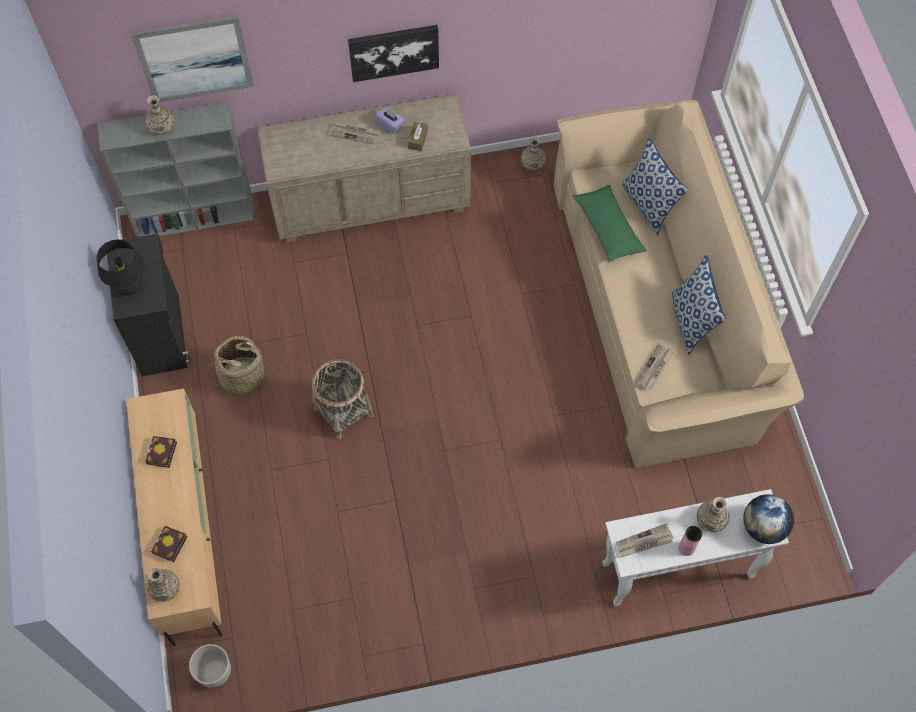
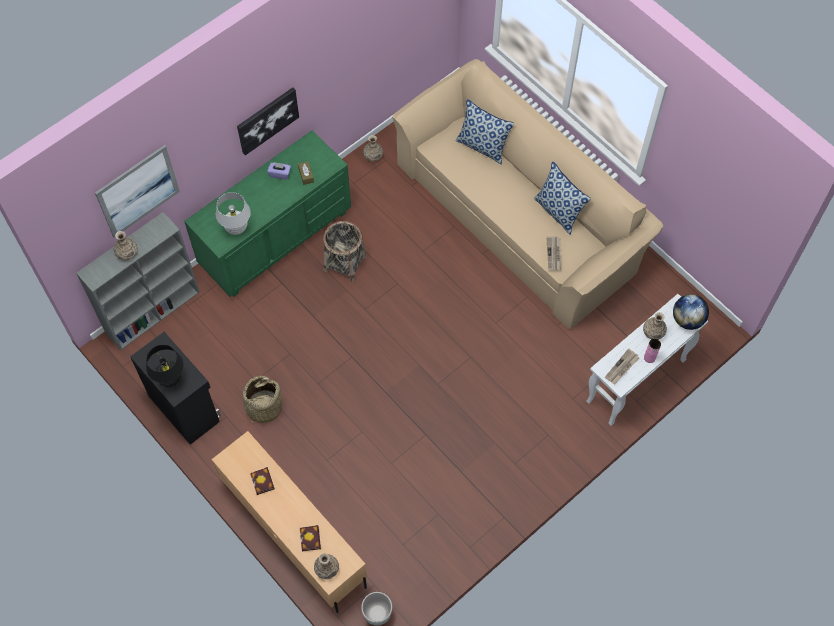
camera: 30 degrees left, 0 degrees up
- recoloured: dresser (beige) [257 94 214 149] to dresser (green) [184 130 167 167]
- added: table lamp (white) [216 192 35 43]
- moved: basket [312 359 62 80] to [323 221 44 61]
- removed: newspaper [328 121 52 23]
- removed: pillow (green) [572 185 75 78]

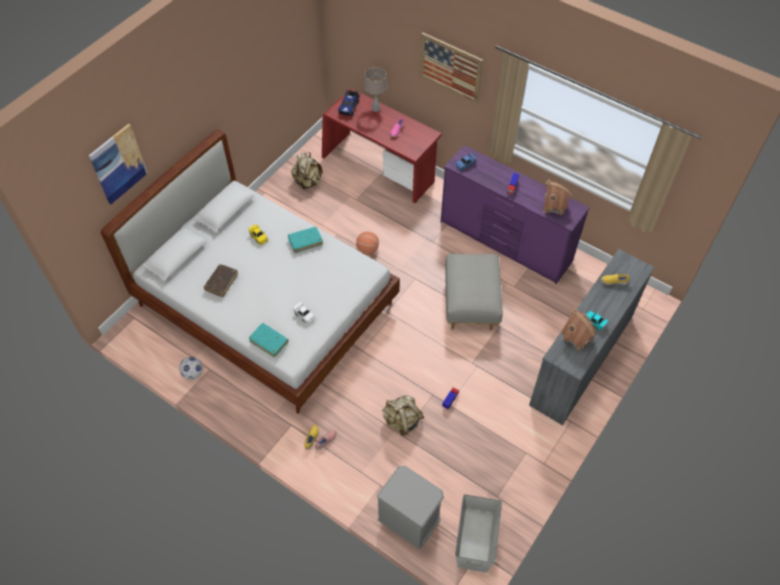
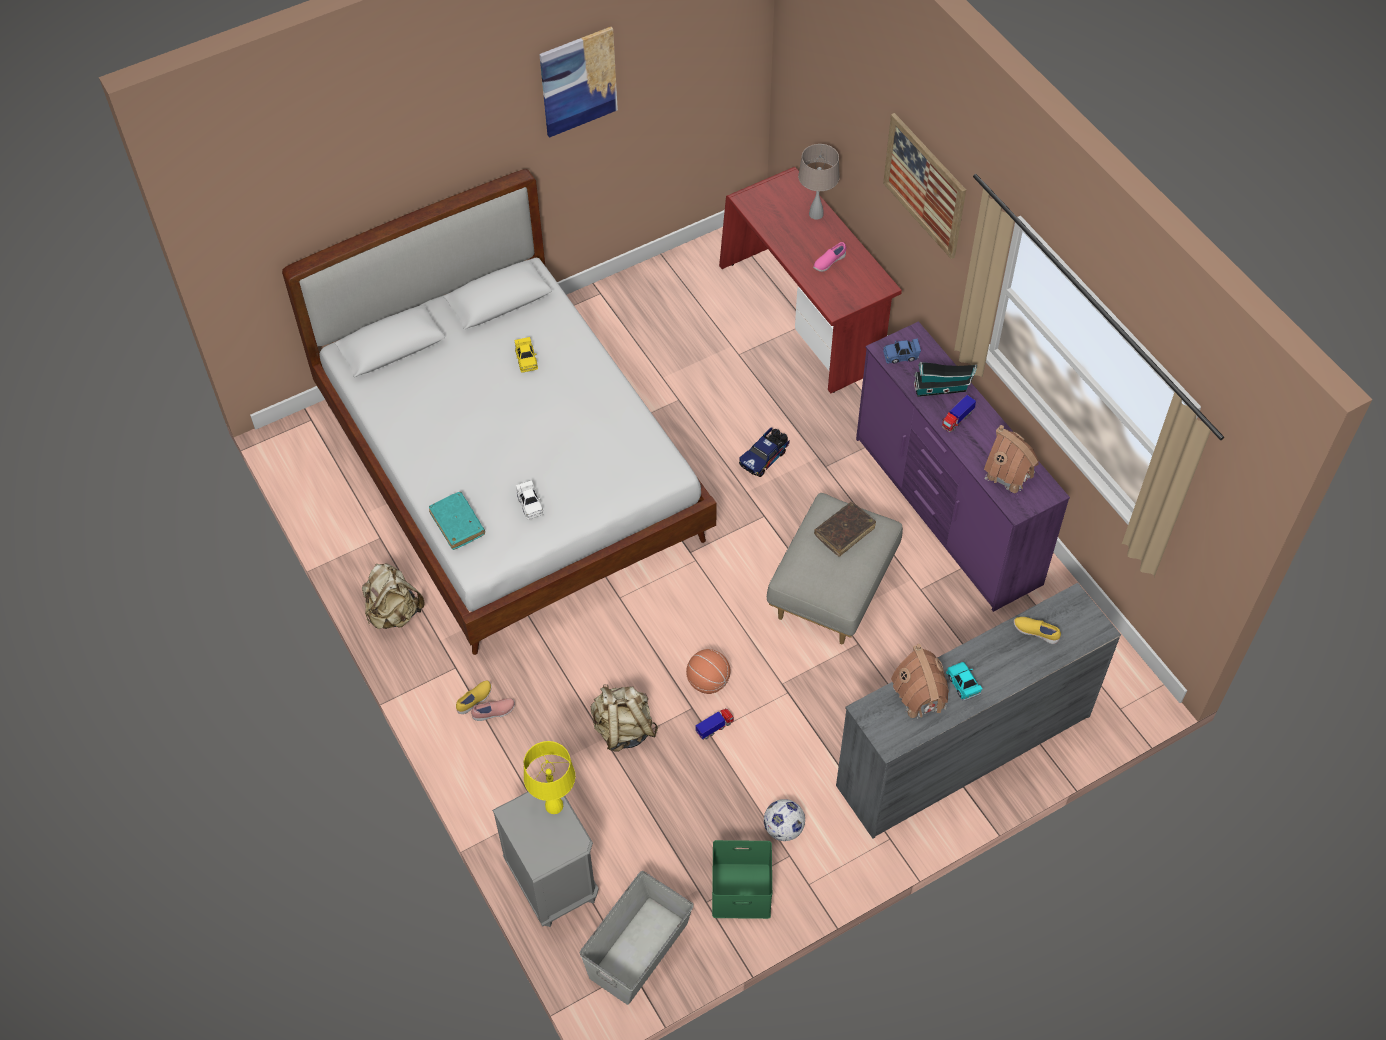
camera: 25 degrees right, 0 degrees up
- moved: backpack (beige) [291 152 32 38] to [362 564 63 65]
- added: table lamp (yellow) [524 741 51 73]
- moved: picture [89 124 59 80] to [539 27 79 111]
- moved: basketball [356 232 23 23] to [686 649 45 45]
- added: storage box (green) [712 840 60 79]
- moved: toy truck [338 90 22 26] to [739 428 51 49]
- moved: football [179 357 24 23] to [764 799 41 42]
- moved: book (brown) [204 264 34 33] to [814 502 62 54]
- added: toy house [914 362 63 35]
- removed: book (turquoise) [288 227 35 26]

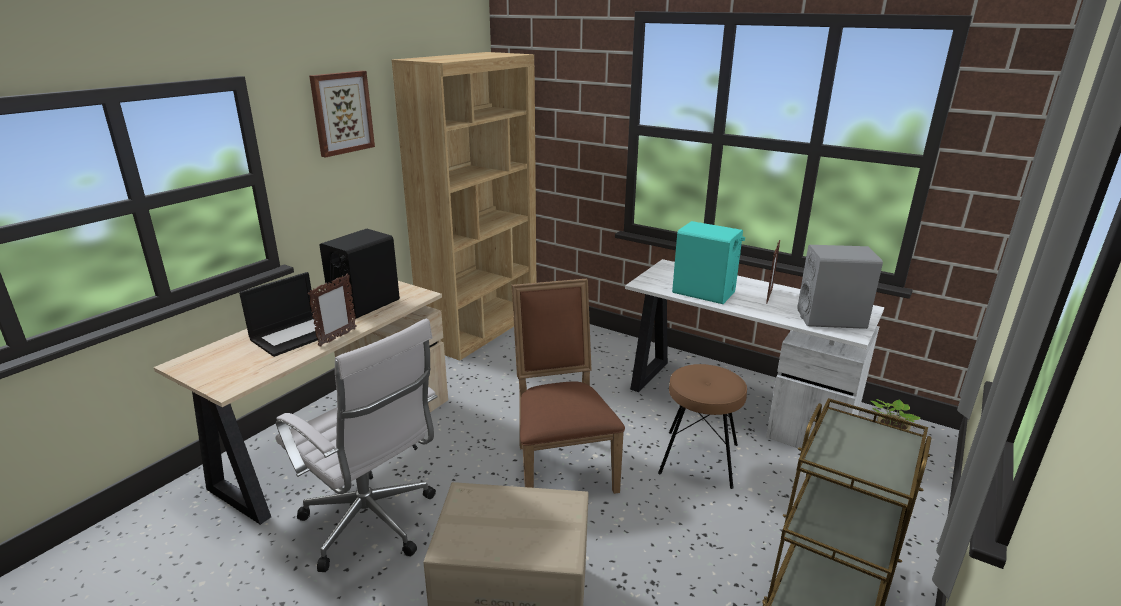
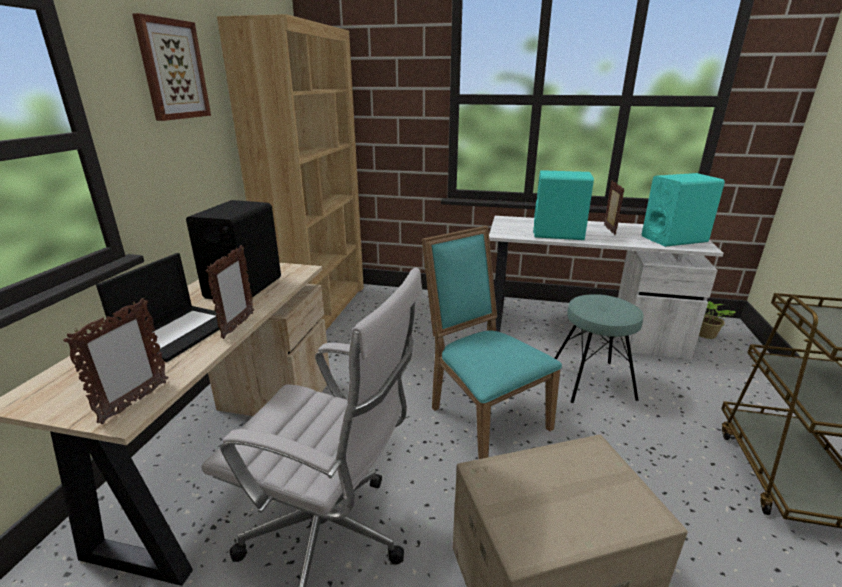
camera: 20 degrees left, 0 degrees up
- added: picture frame [63 298 106 126]
- recoloured: chair (brown) [512 279 113 215] to chair (turquoise) [422 226 140 233]
- recoloured: stool (brown) [658 364 89 125] to stool (turquoise) [555 294 89 109]
- recoloured: speaker (grey) [797 245 86 84] to speaker (turquoise) [642 173 83 74]

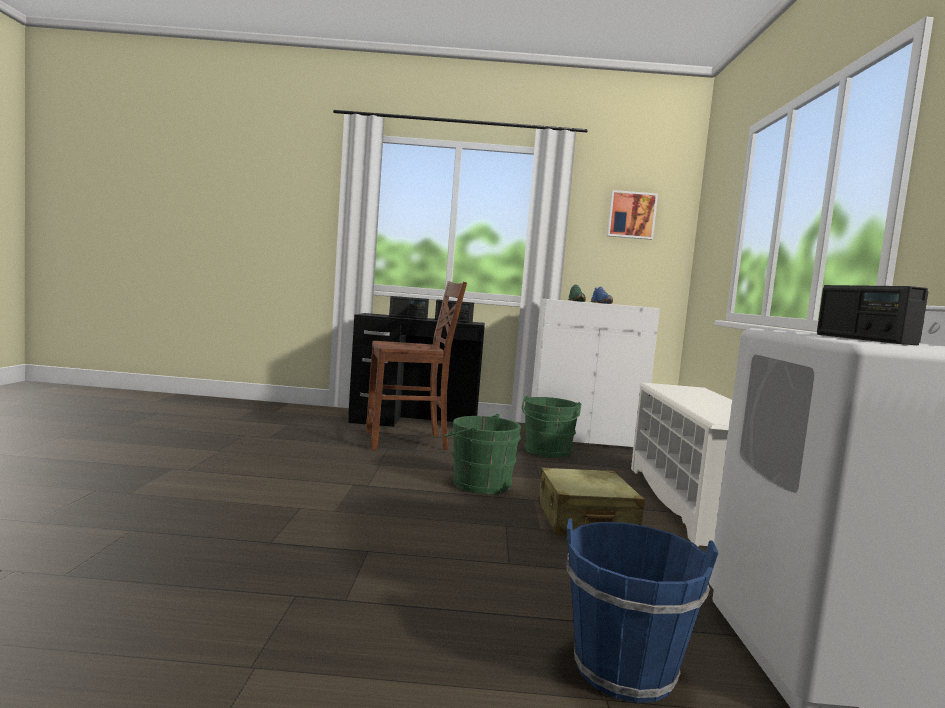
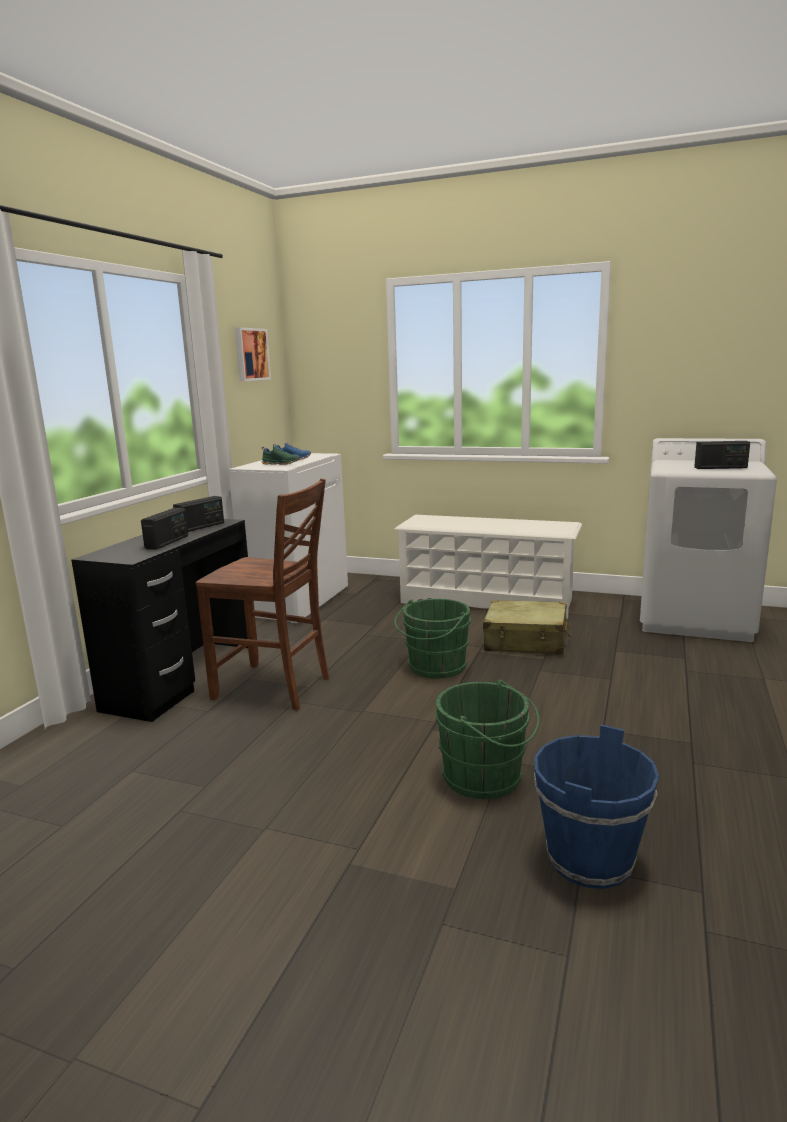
camera: 70 degrees left, 10 degrees up
- turned: chair (brown) [366 281 101 169] = [196 479 133 232] 105 degrees clockwise
- moved: bucket (green) [522 396 59 62] to [435 679 104 120]
- moved: bucket (blue) [566 518 152 185] to [534 724 125 165]

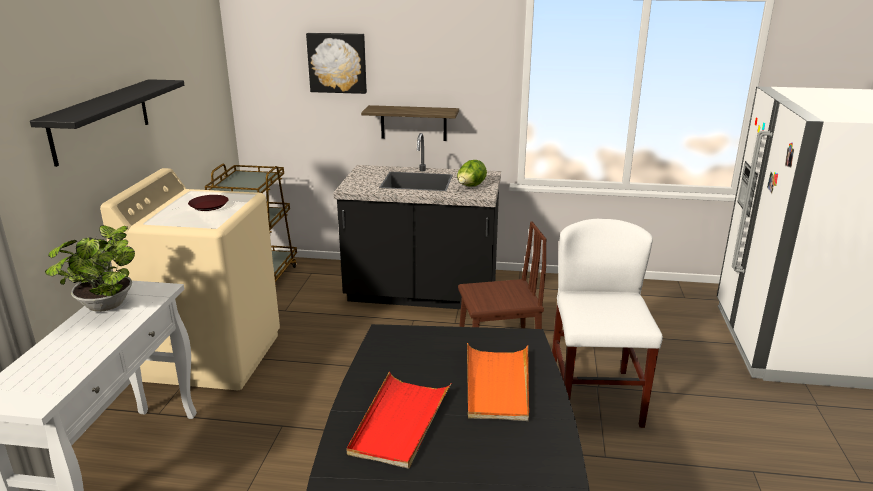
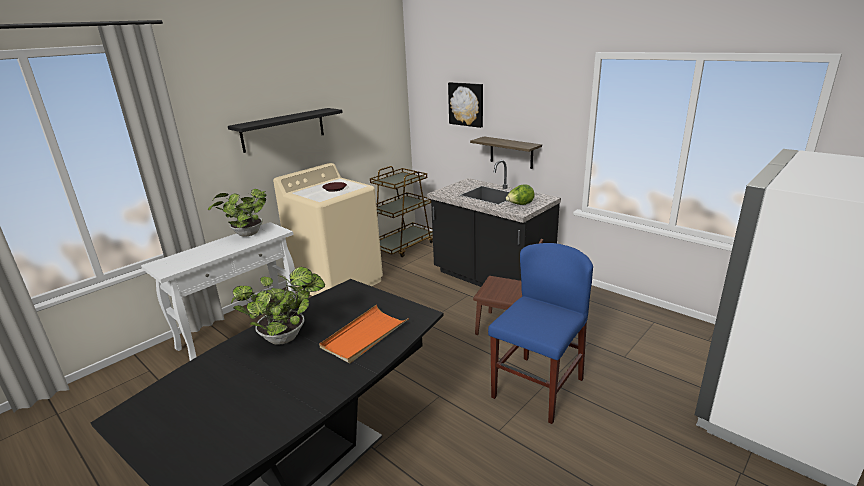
camera: 35 degrees right, 0 degrees up
- replaced: tray (red) [346 372 105 97] to potted plant [231 267 94 78]
- recoloured: chair (white) [552 219 111 209] to chair (blue) [488 243 105 181]

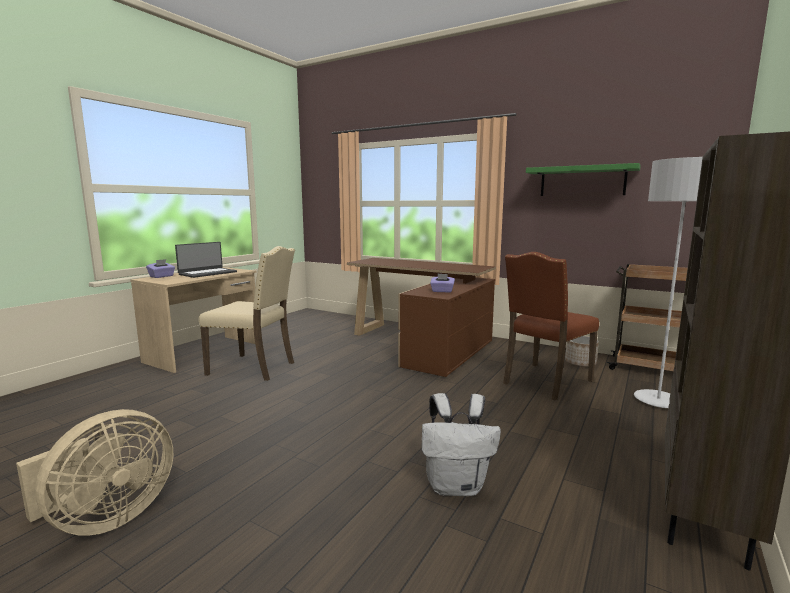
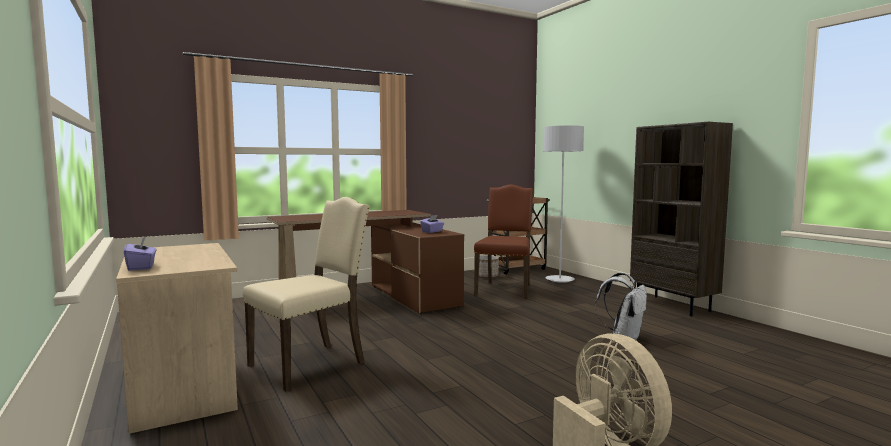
camera: 60 degrees left, 5 degrees down
- turned: chair (brown) [503 252 96 148] = [474 184 59 115] 150 degrees counterclockwise
- removed: laptop [175 242 62 36]
- removed: shelf (green) [526 163 115 33]

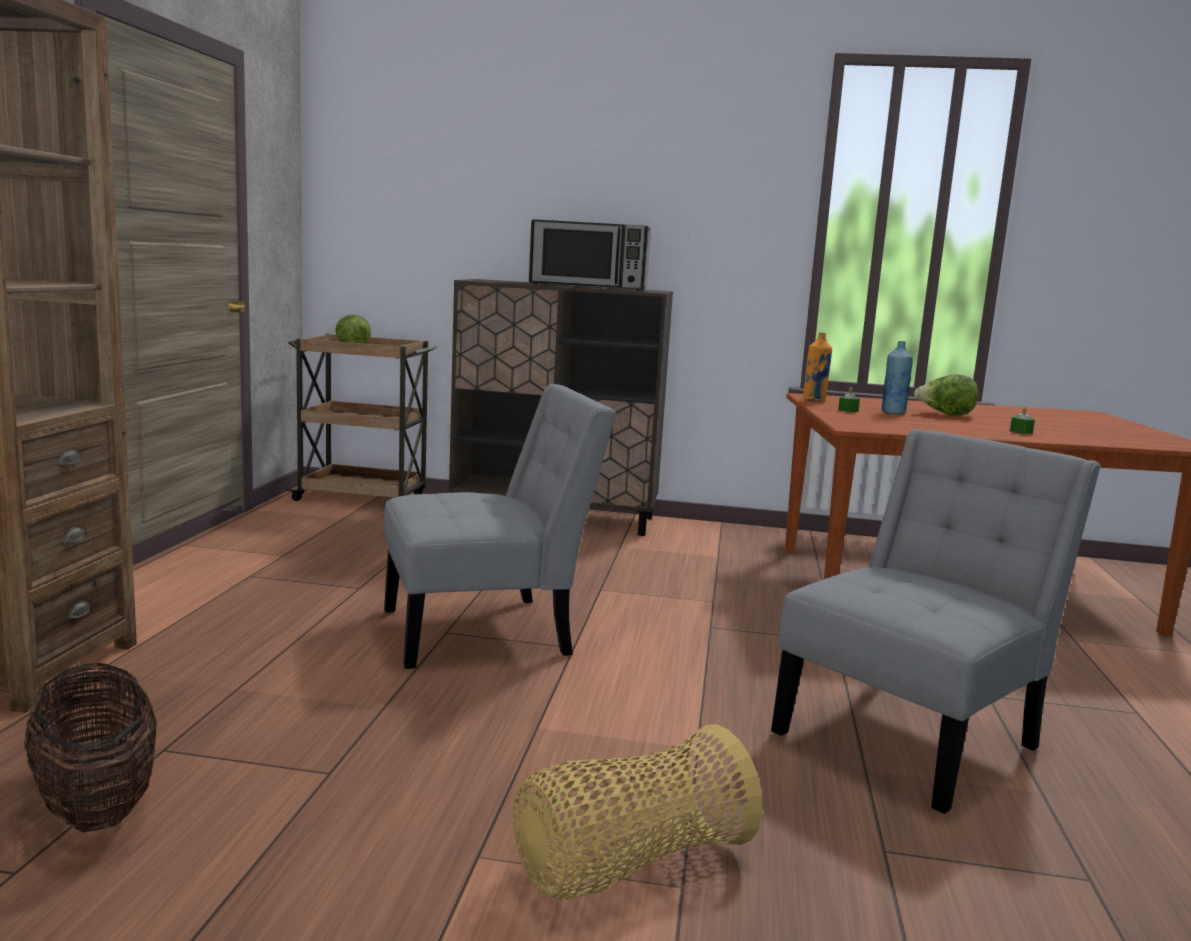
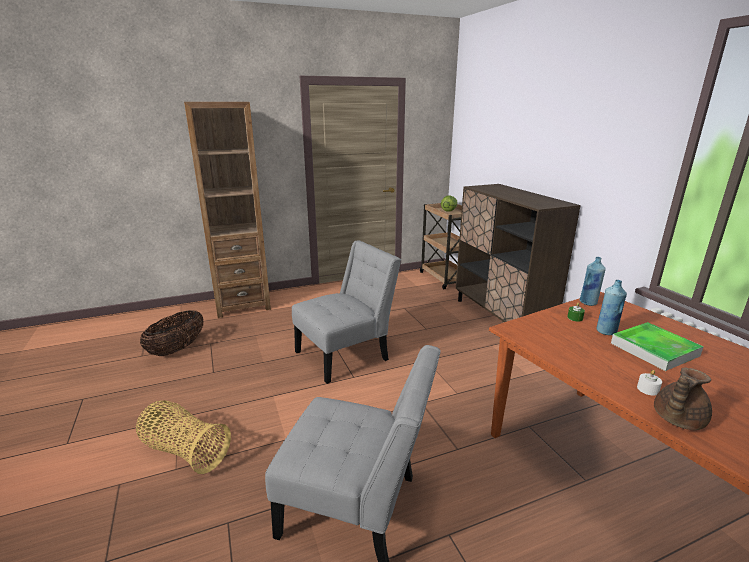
camera: 60 degrees right, 10 degrees up
- turned: chair (grey) [384 384 232 285] = [292 241 109 143] 75 degrees counterclockwise
- recoloured: bottle (orange) [803 333 29 69] to bottle (blue) [579 257 27 49]
- replaced: lettuce [914 374 64 41] to tray [611 322 93 49]
- recoloured: candle (green) [1010 407 25 27] to candle (white) [637 370 25 26]
- added: teapot (brown) [654 367 58 63]
- removed: microwave [529 219 122 72]

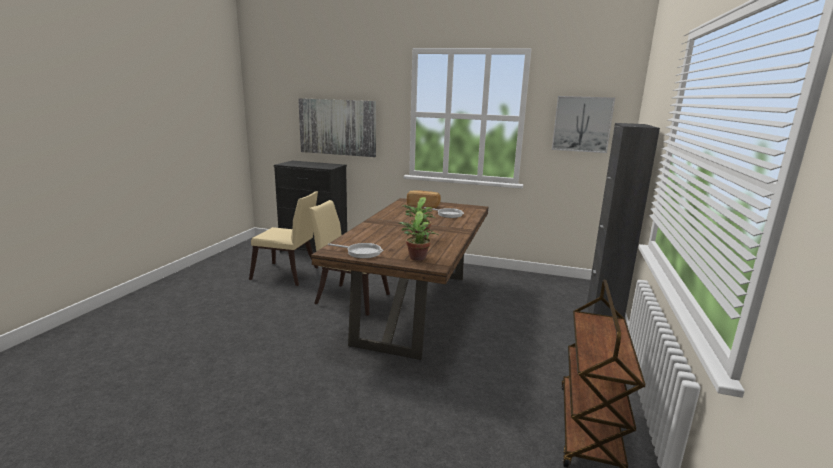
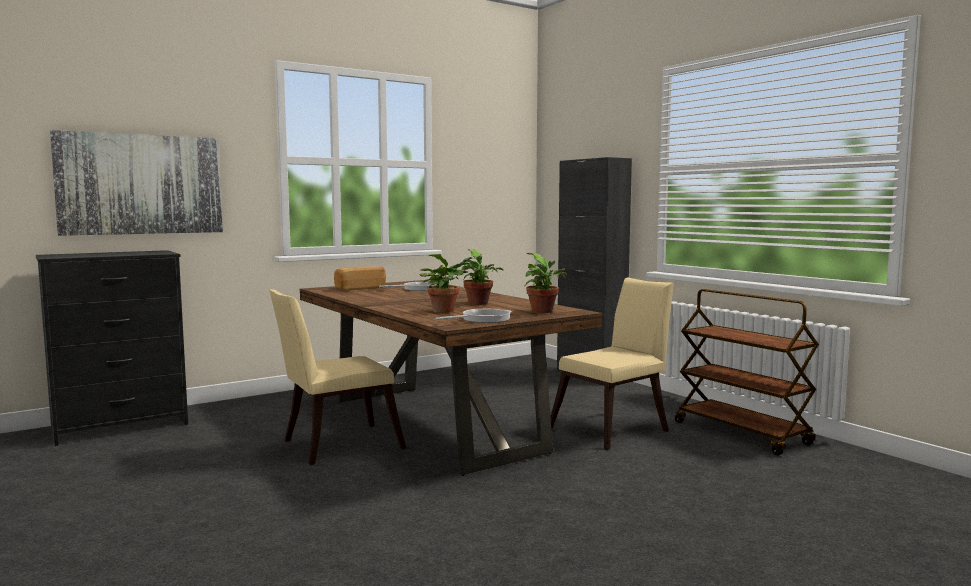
camera: 50 degrees left, 10 degrees down
- added: potted plant [420 254 55 59]
- moved: chair (beige) [249 191 69 95] to [551 278 123 172]
- removed: picture [552 96 63 57]

